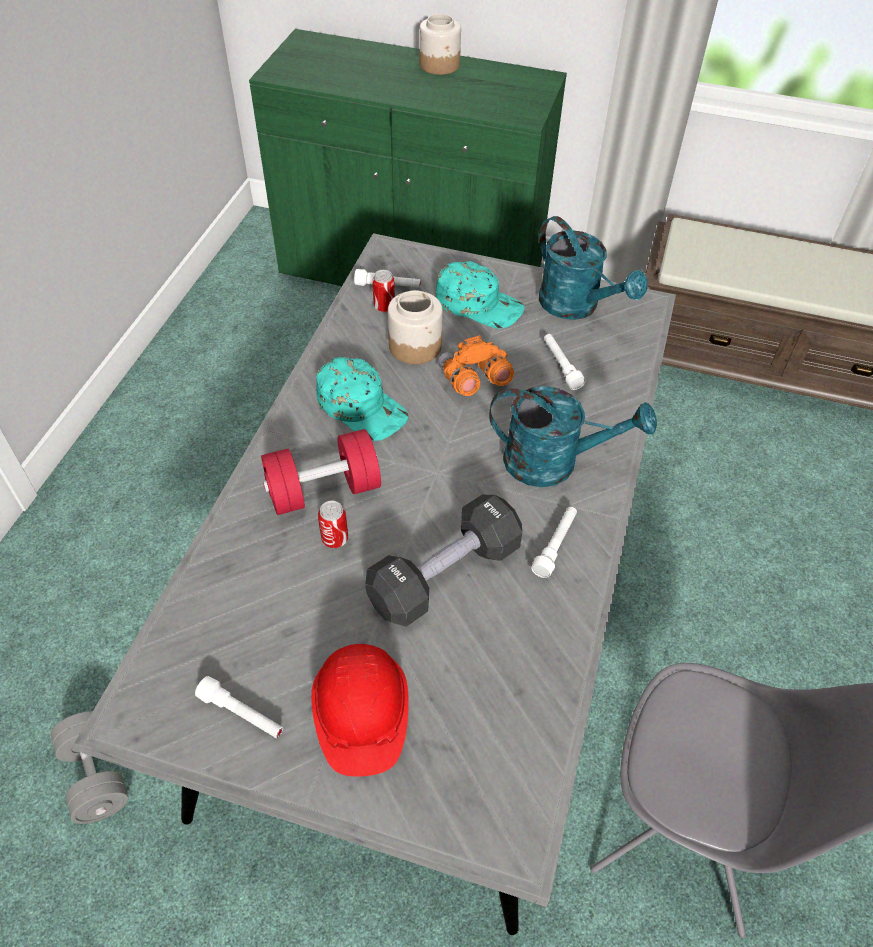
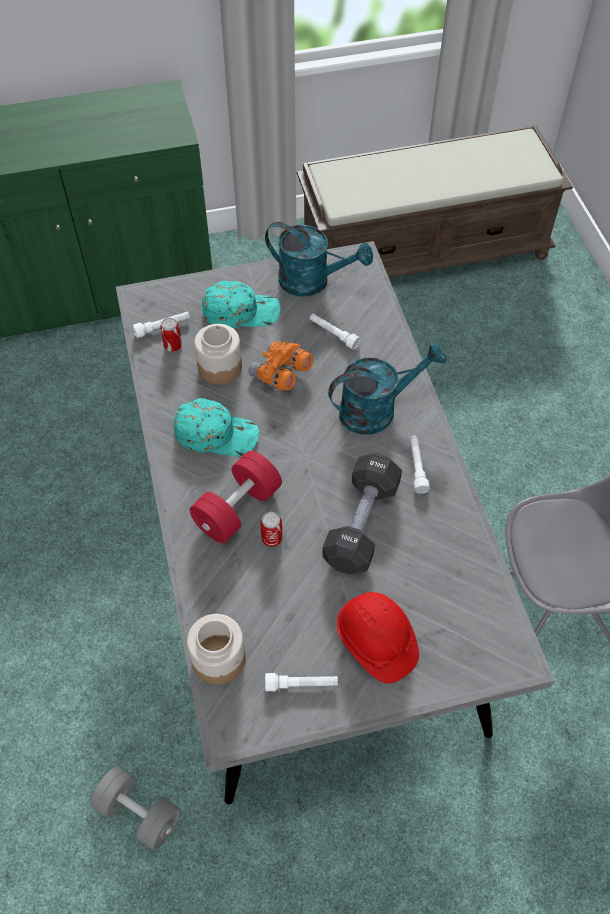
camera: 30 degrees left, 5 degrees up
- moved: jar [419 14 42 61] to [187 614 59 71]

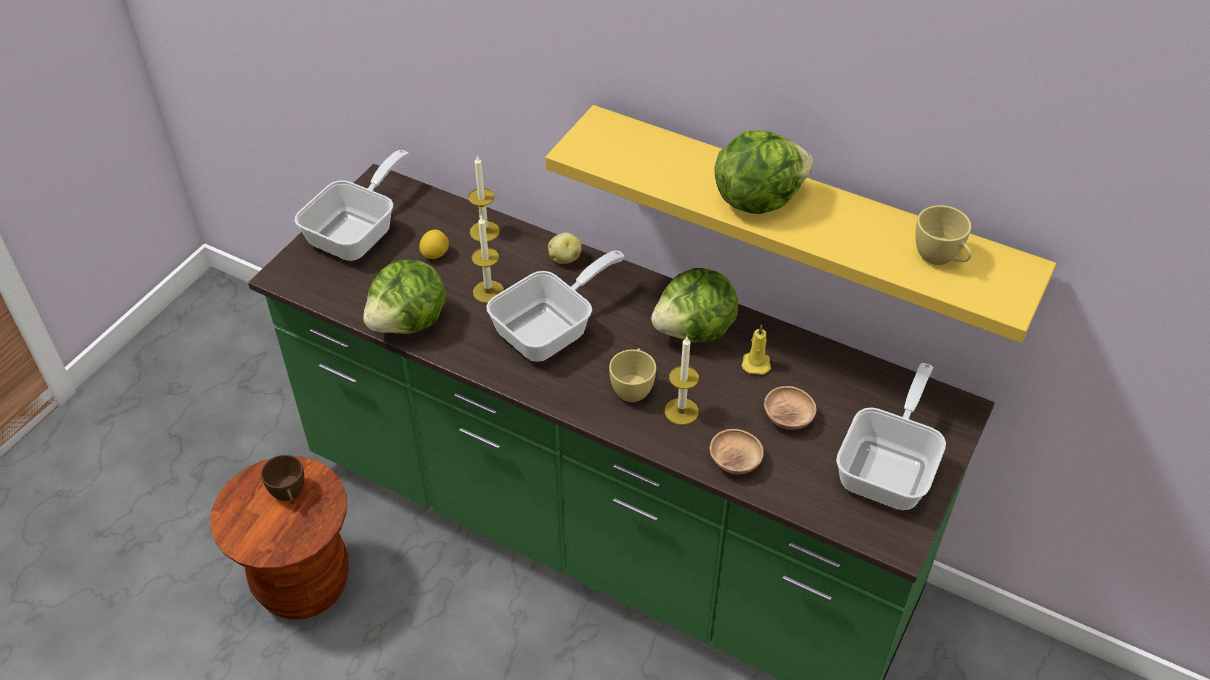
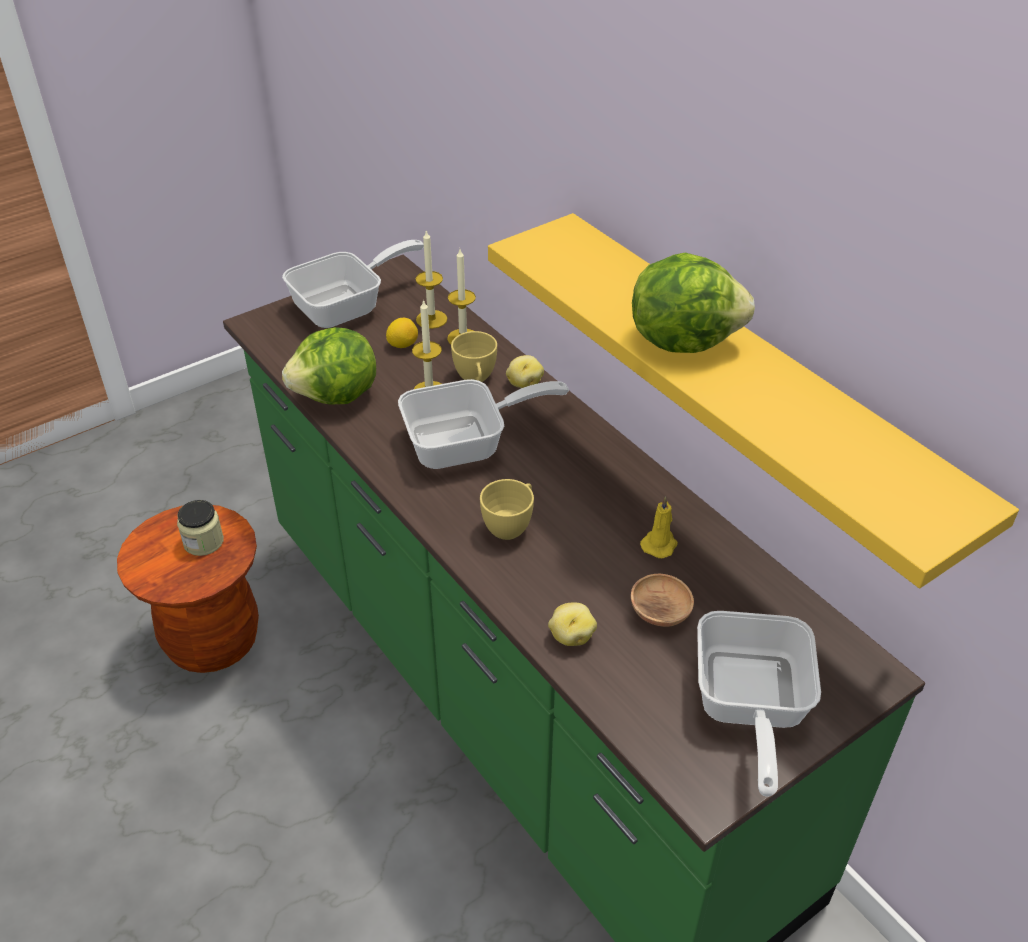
camera: 25 degrees right, 5 degrees down
- replaced: cup (brown) [261 455 43 49] to jar [177 500 47 56]
- moved: candle [665 337 34 88] to [415 229 32 100]
- moved: cup (yellow) [915 205 57 60] to [451 331 46 51]
- replaced: bowl (brown) [710 429 54 45] to potato [548 603 49 43]
- turned: frying pan [836 363 110 147] = [697 611 124 186] 135 degrees clockwise
- removed: lettuce [651 268 87 75]

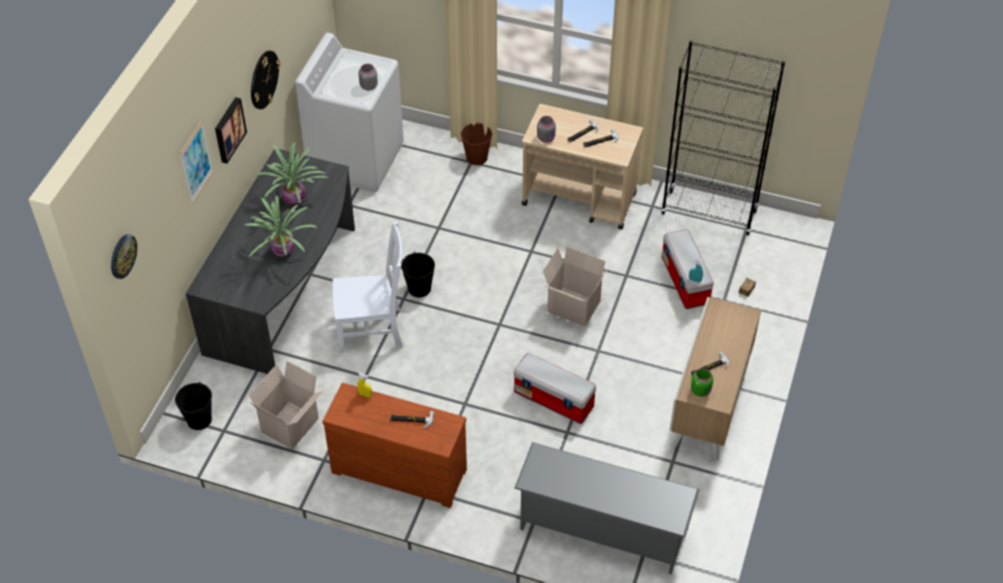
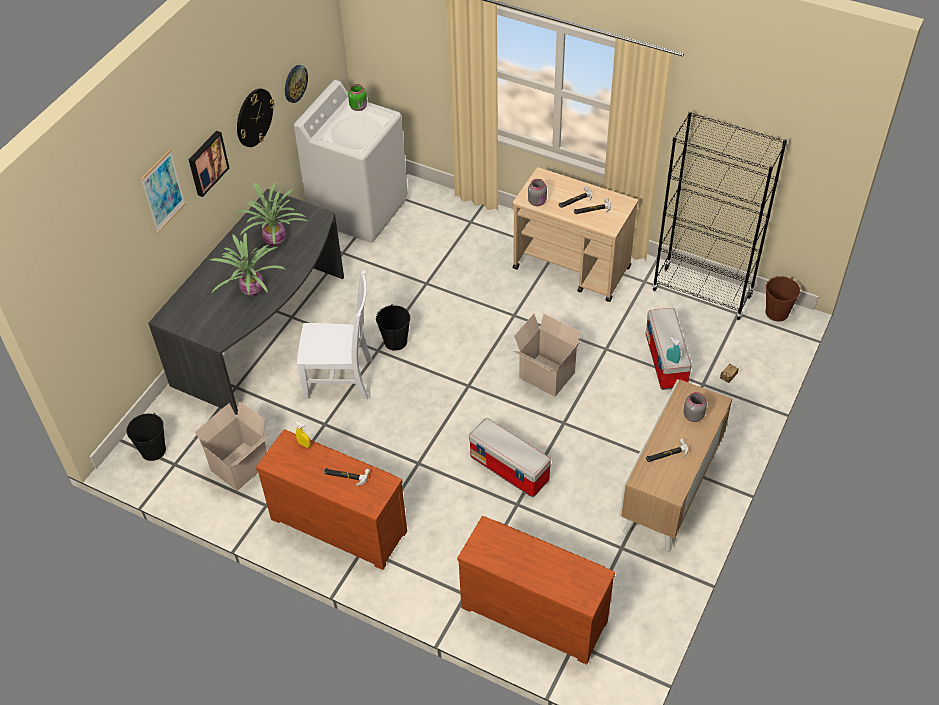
camera: 10 degrees right, 0 degrees up
- moved: wall clock [111 234 26 45] to [285 65 23 38]
- moved: jar (green) [691 368 22 29] to [348 84 19 27]
- replaced: shoe rack (grey) [514 442 186 132] to dresser (brown) [457 516 158 148]
- moved: jar (grey) [359 64 19 27] to [683 392 24 30]
- moved: bucket (brown) [461 123 31 42] to [765 276 35 45]

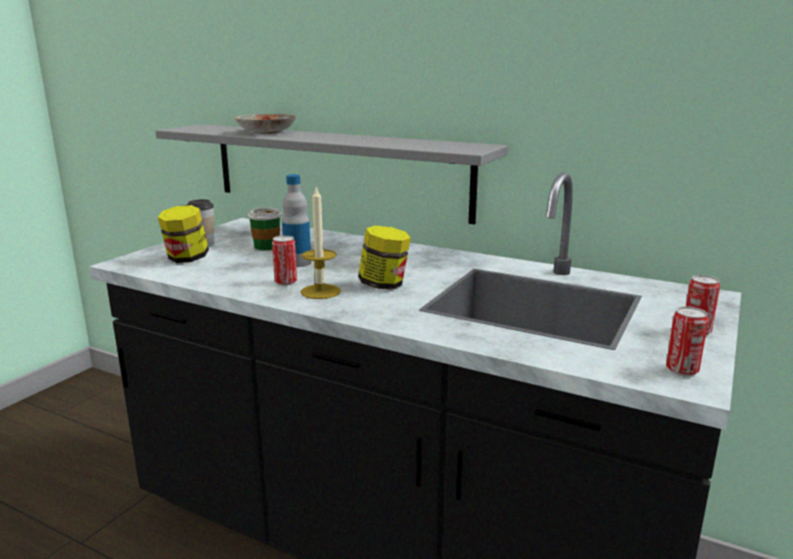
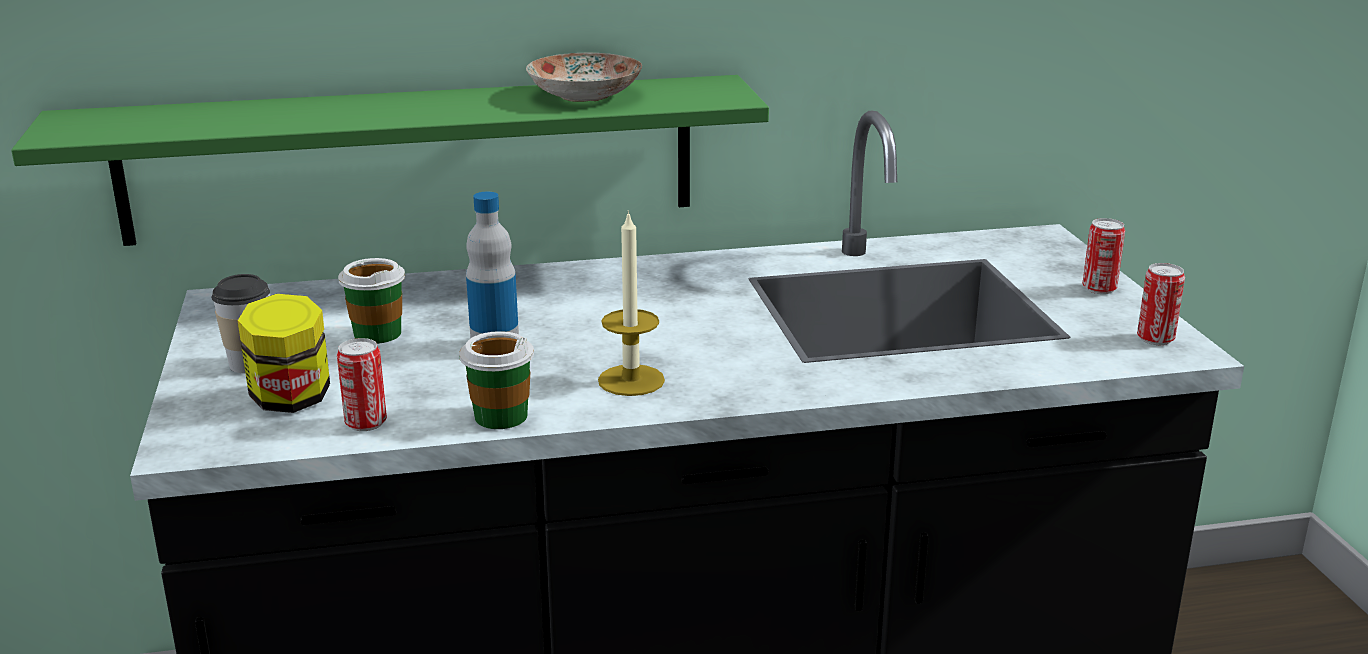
camera: 40 degrees left, 5 degrees up
- recoloured: shelf (grey) [155 124 354 100] to shelf (green) [11 75 758 171]
- moved: can [272 235 25 51] to [337 338 50 93]
- added: cup [459 331 75 98]
- moved: plate [234 114 63 20] to [526 53 116 49]
- removed: jar [358 226 53 64]

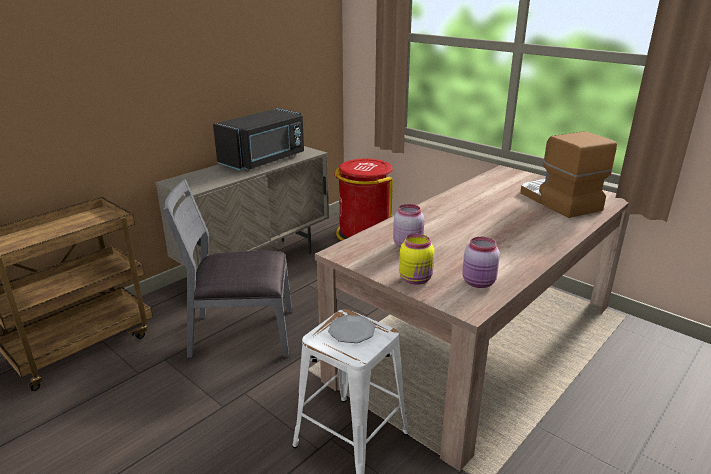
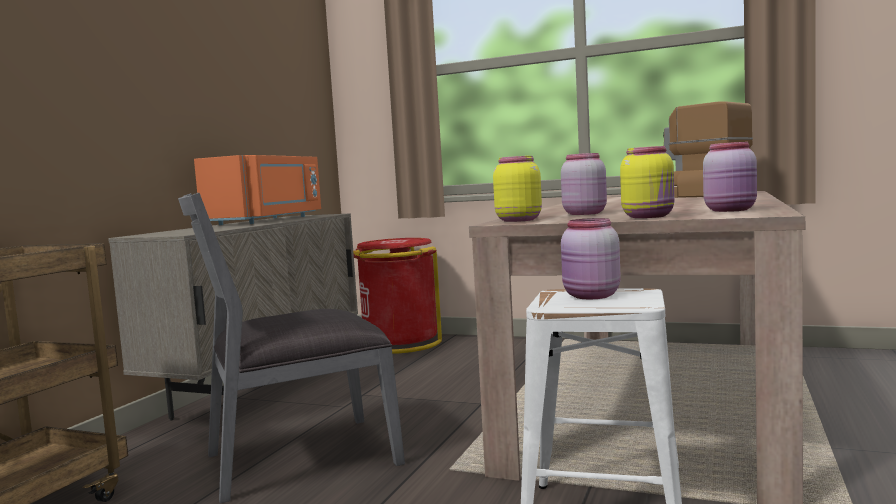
camera: 20 degrees left, 20 degrees down
- recoloured: microwave (black) [213 108 91 62] to microwave (orange) [194 155 127 70]
- added: jar (yellow) [493 156 49 66]
- replaced: plate [328 315 47 28] to jar (pink) [561 218 60 81]

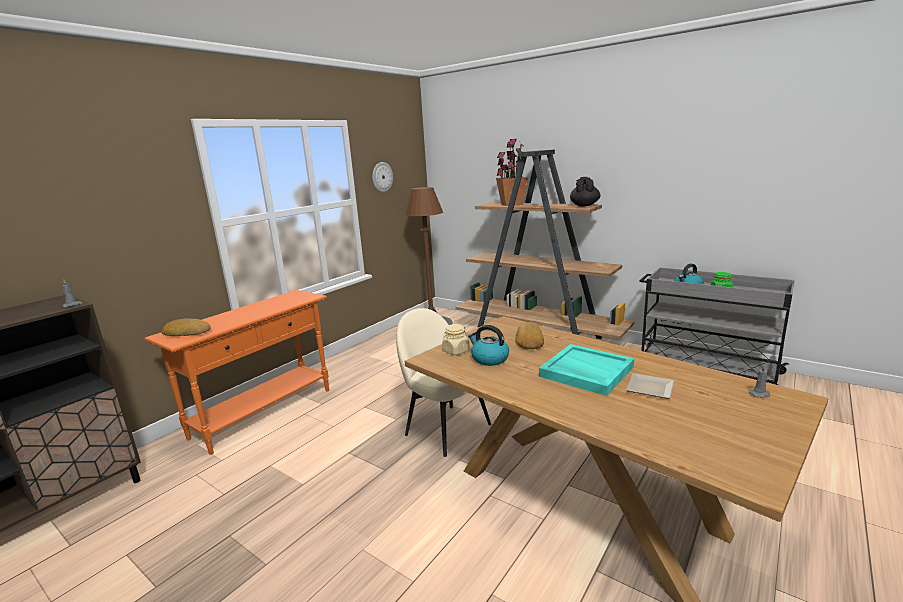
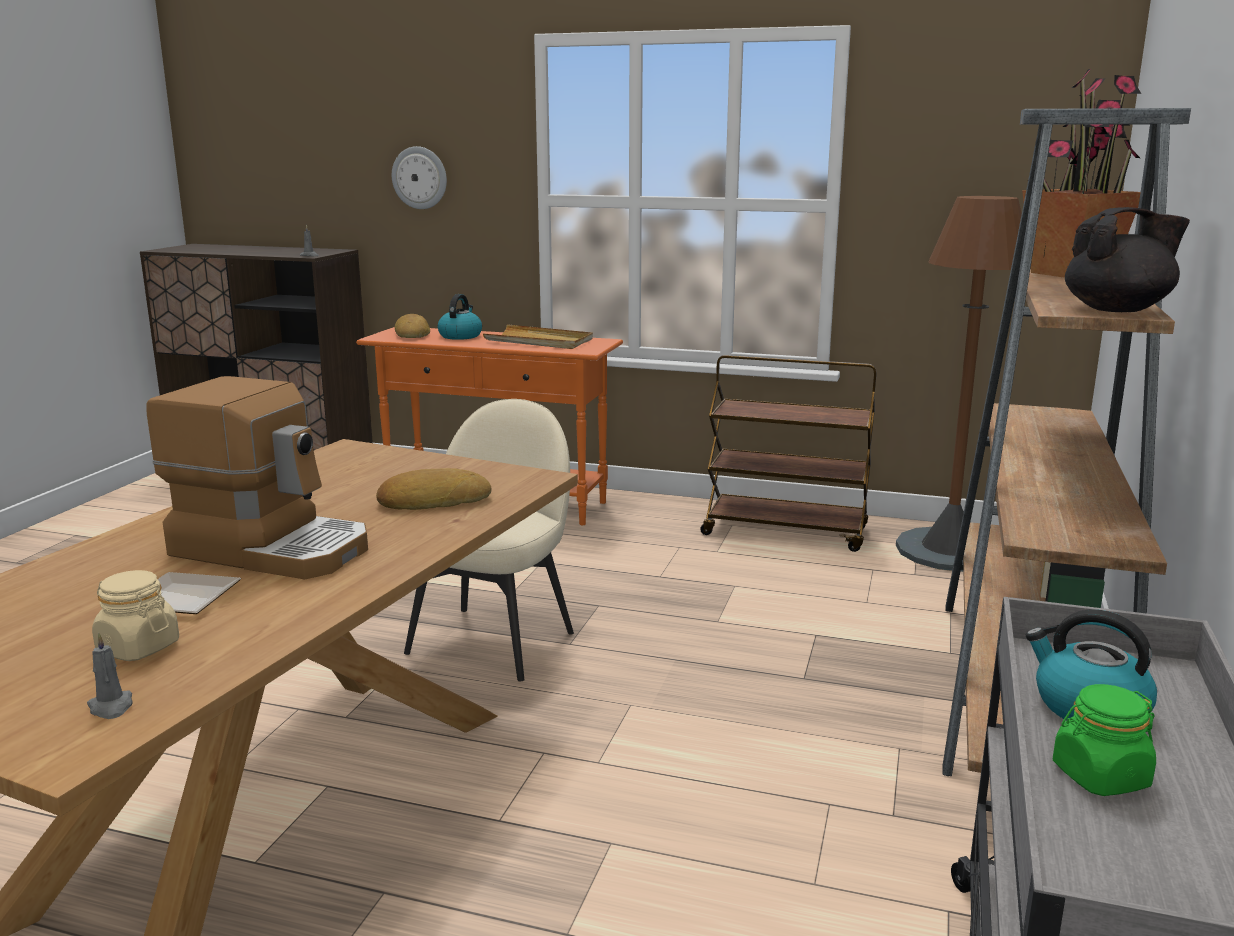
camera: 70 degrees right, 0 degrees up
- moved: jar (beige) [442 324 27 31] to [92 570 87 91]
- replaced: tray (turquoise) [539 344 95 52] to coffee machine [146 376 222 203]
- moved: wall clock [372 162 21 30] to [392 146 55 63]
- moved: kettle [468 325 41 41] to [438 294 44 46]
- added: tray (beige) [483 324 110 25]
- added: cart (brown) [700 355 176 197]

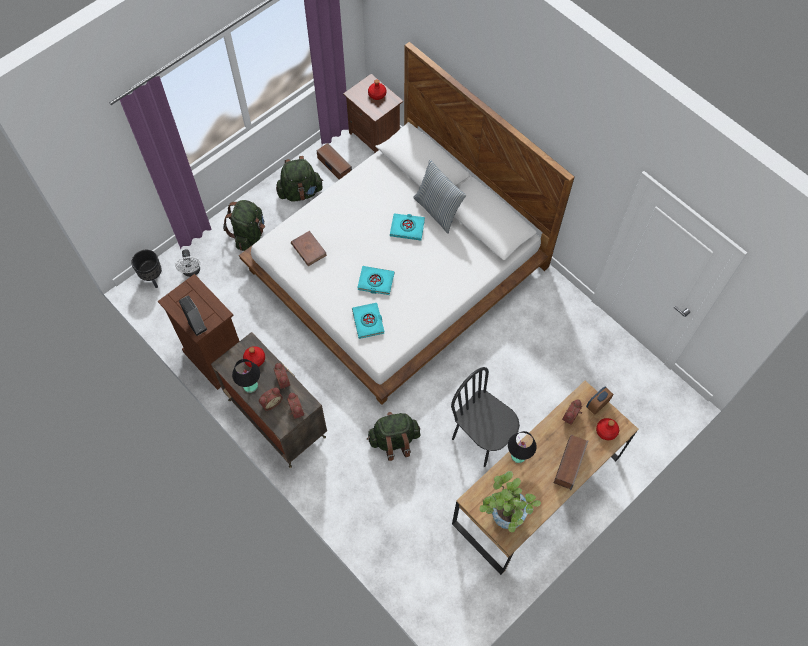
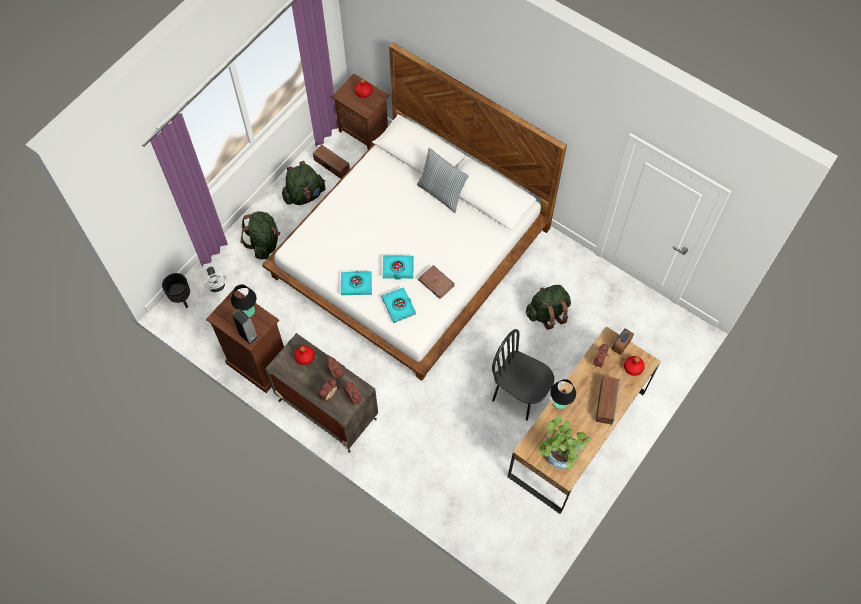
camera: 10 degrees left, 0 degrees up
- moved: table lamp (black) [232 359 28 34] to [231 284 26 33]
- moved: book (turquoise) [390 213 35 28] to [341 271 31 24]
- moved: book (brown) [291 231 36 35] to [418 265 37 34]
- moved: backpack (green) [367 412 54 49] to [526 285 45 45]

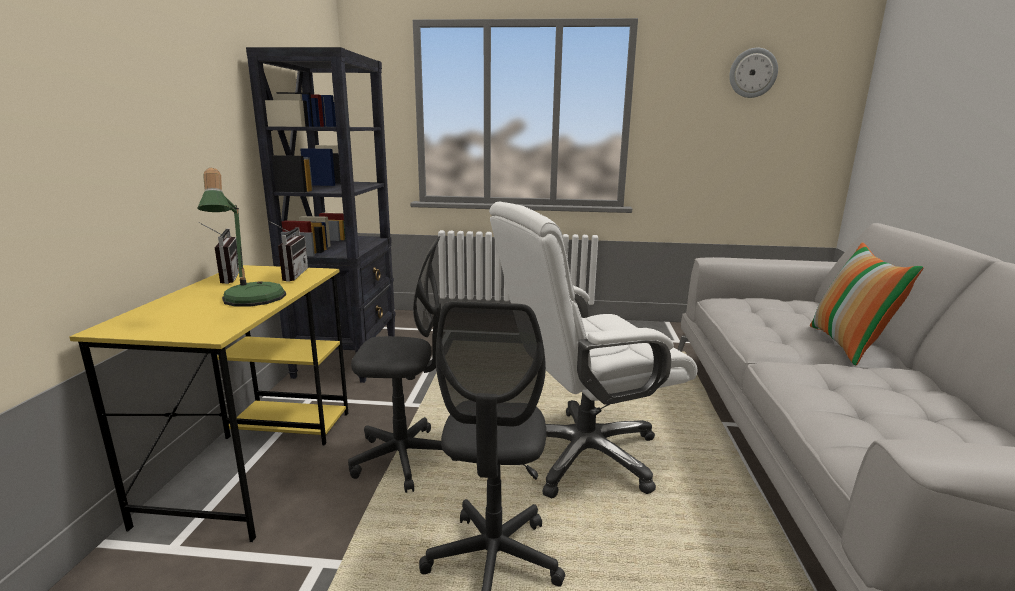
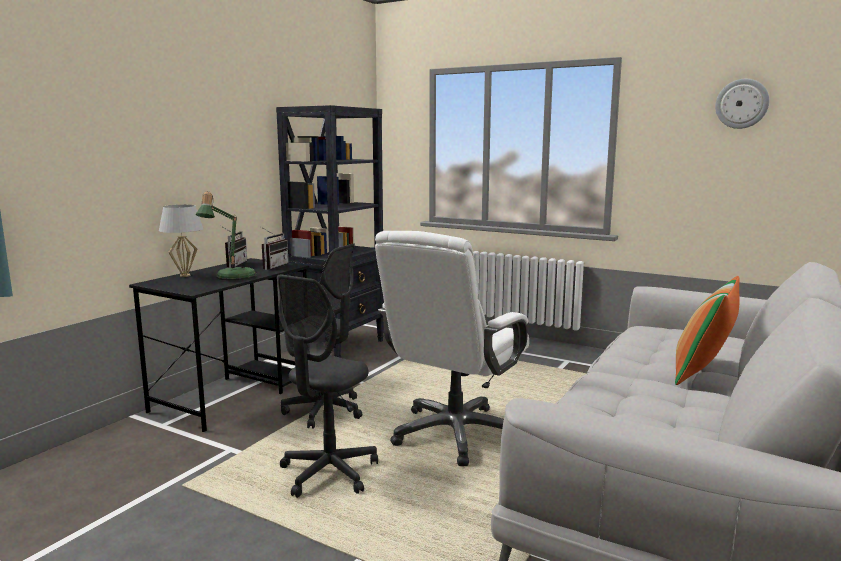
camera: 25 degrees right, 5 degrees down
- recoloured: desk (yellow) [69 265 279 277] to desk (black) [129 258 180 174]
- added: table lamp (white) [159 205 44 72]
- turned: office chair (white) [489 202 208 296] = [375 231 154 235] 60 degrees counterclockwise

